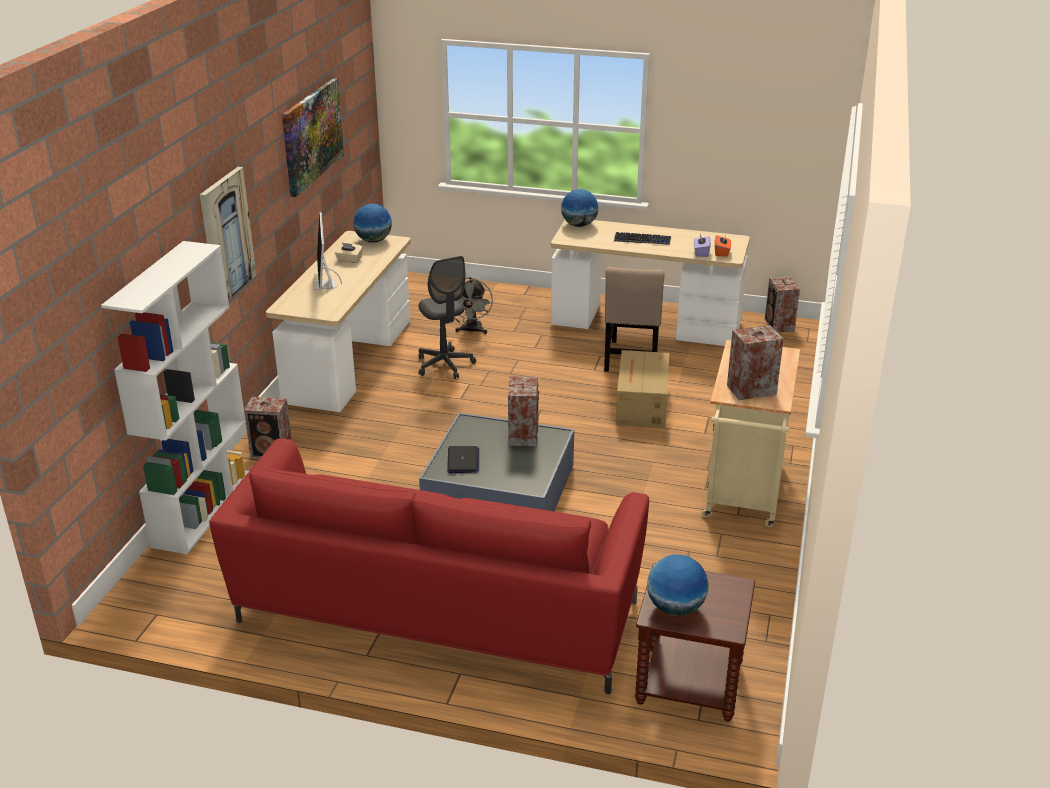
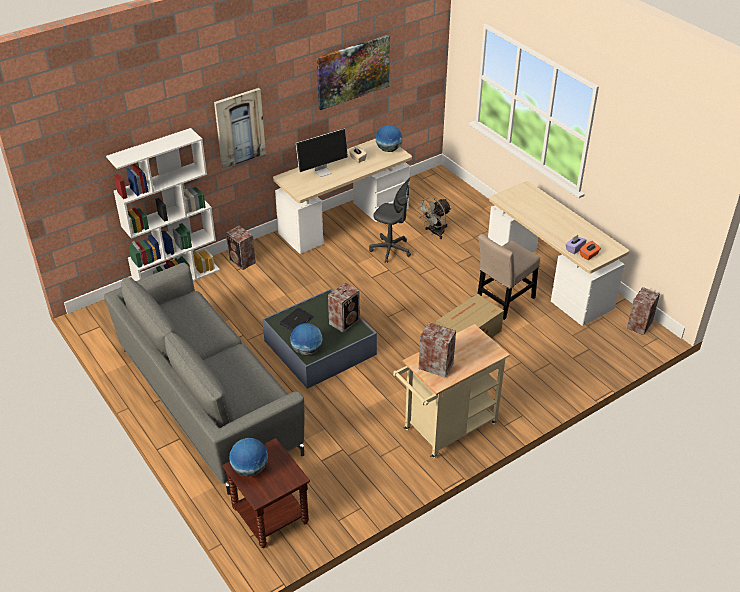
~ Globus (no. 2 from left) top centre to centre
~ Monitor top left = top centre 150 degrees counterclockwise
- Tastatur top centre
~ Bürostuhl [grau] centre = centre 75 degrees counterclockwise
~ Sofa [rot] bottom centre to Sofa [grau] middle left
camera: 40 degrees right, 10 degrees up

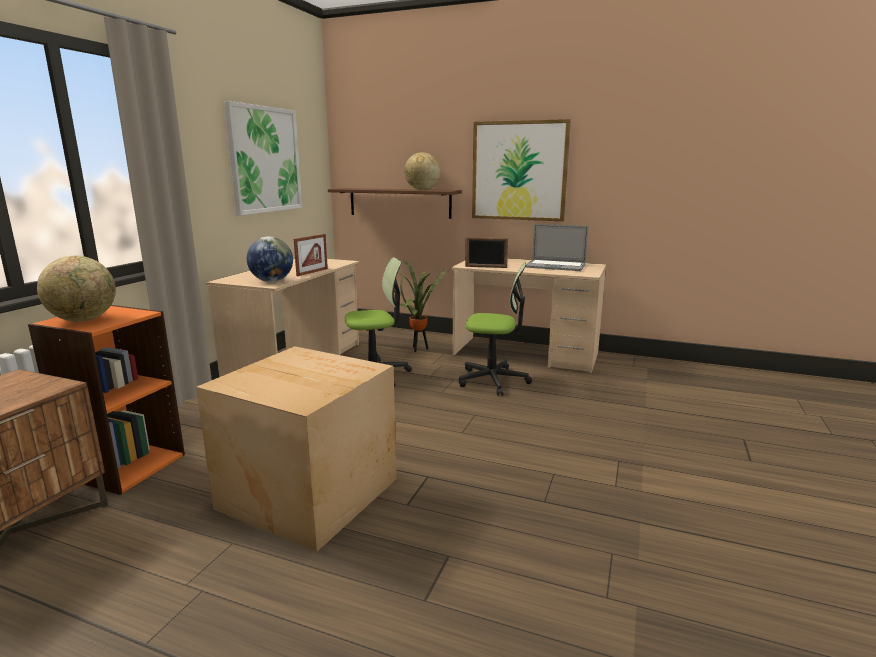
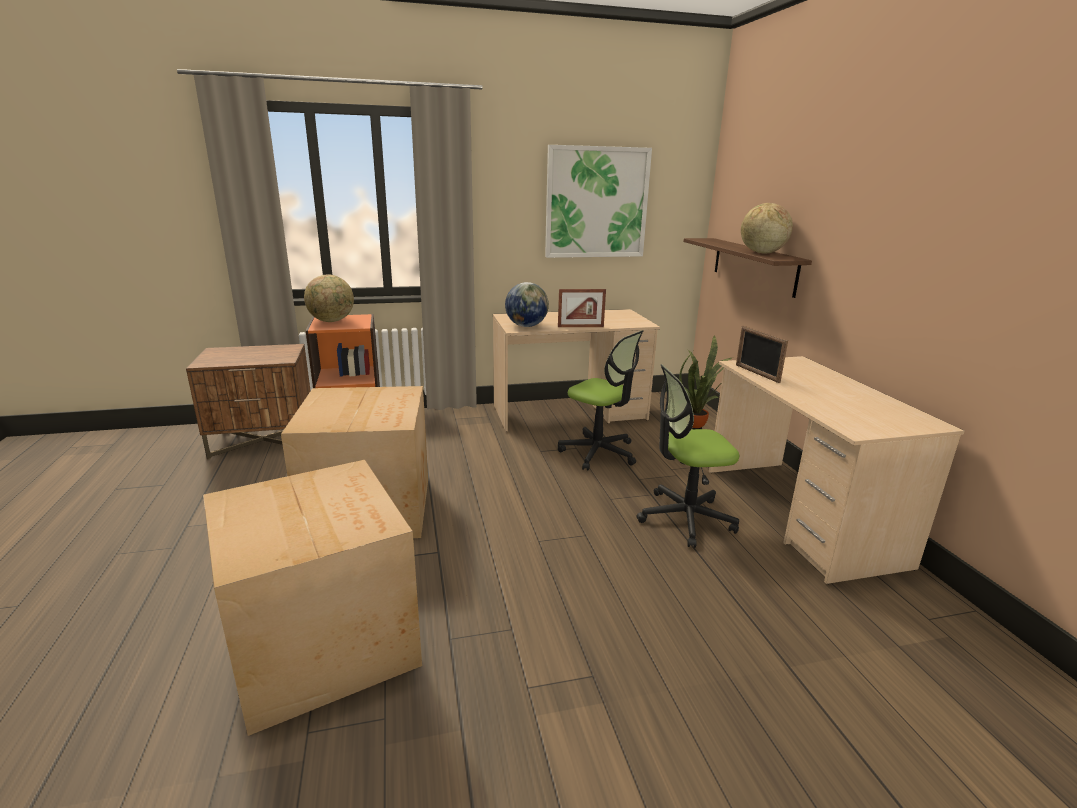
- Bild (no. 2 from left) top centre
- Laptop centre
~ Bürostuhl (no. 2 from left) centre = centre 105 degrees clockwise
+ Karton (no. 1 from left) bottom left
camera: 55 degrees right, 5 degrees up

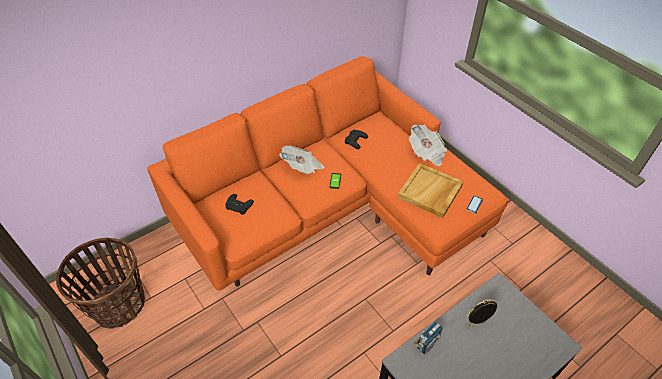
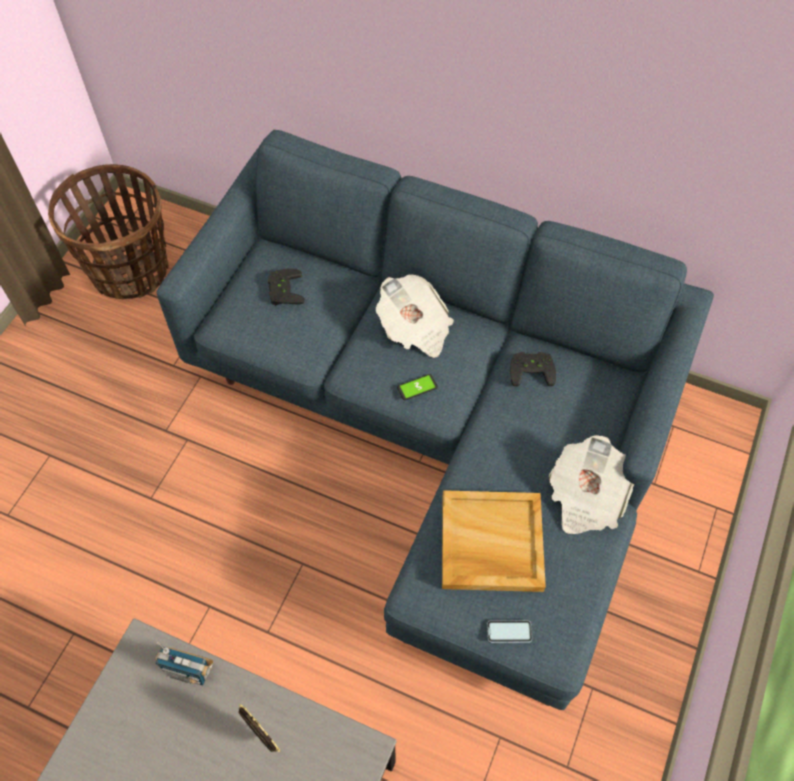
~ Sofa [orange] centre to Sofa [blau] centre
camera: 60 degrees right, 10 degrees up

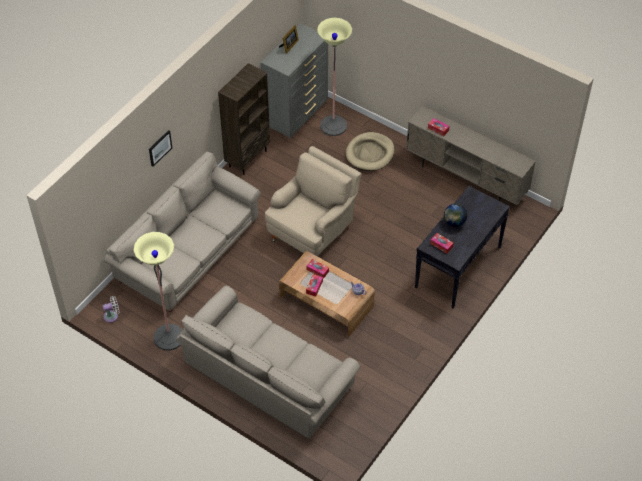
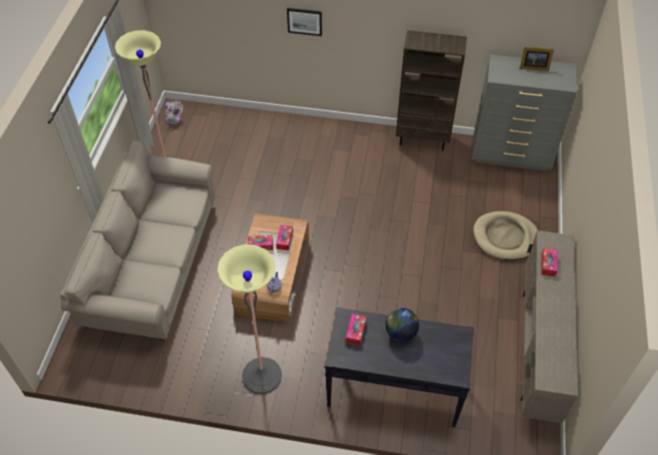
~ Stehlampe (no. 2 from left) top centre to bottom centre
- Sessel [beige] centre
- Sofa [beige] (no. 1 from left) middle left
camera: 65 degrees right, 0 degrees up

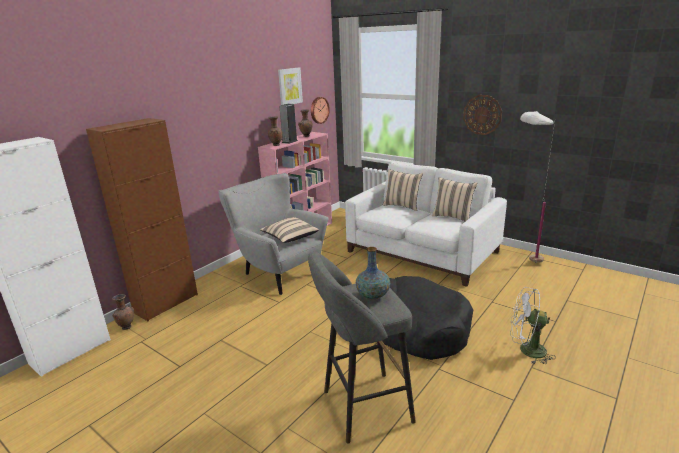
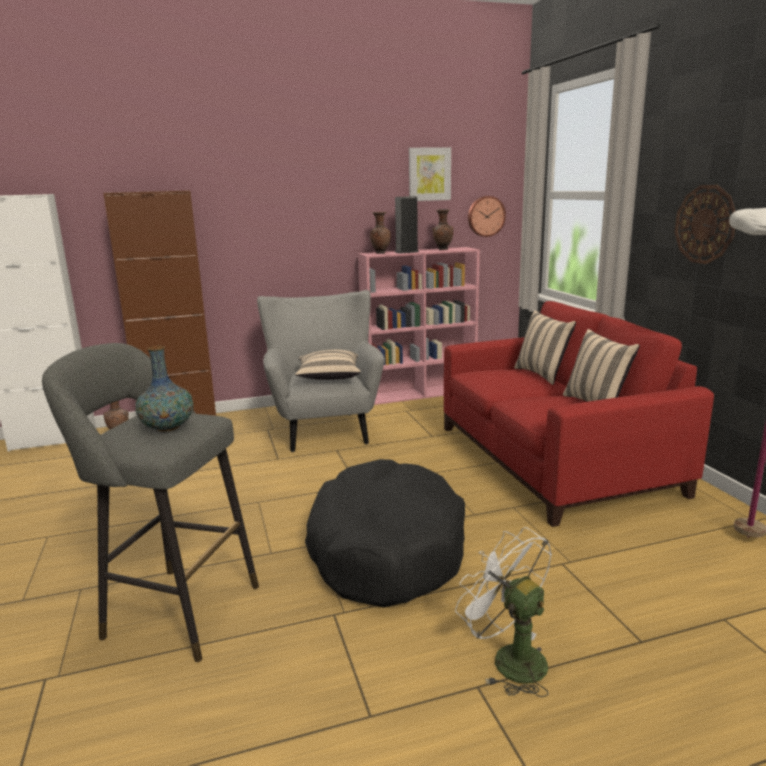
~ Sofa [weiß] centre to Sofa [rot] middle right
camera: 35 degrees right, 5 degrees down

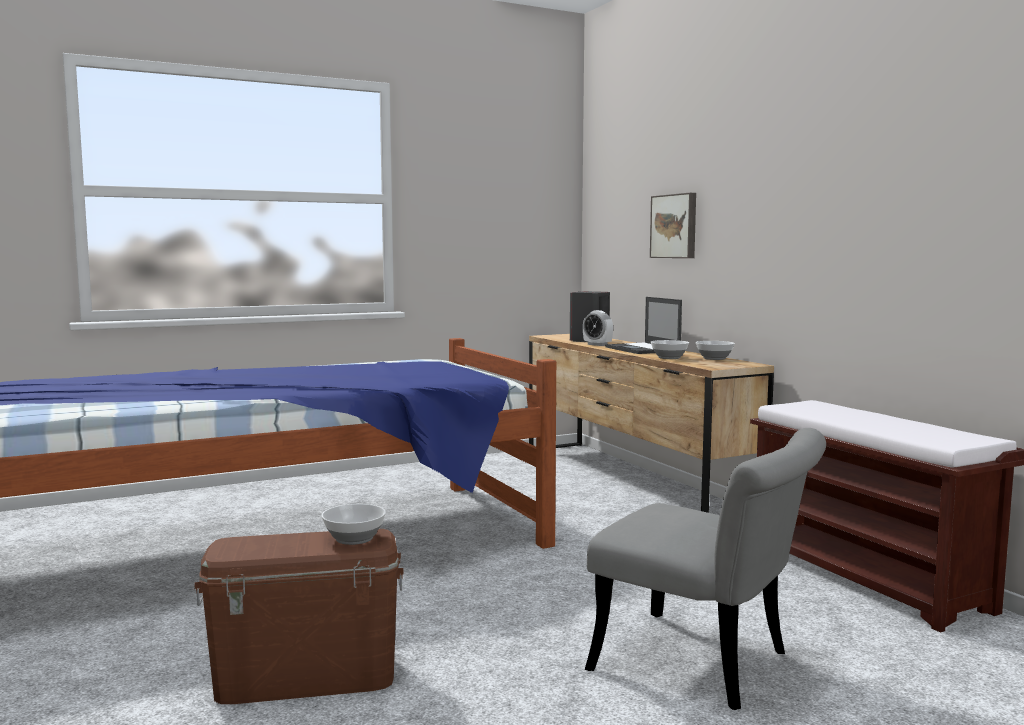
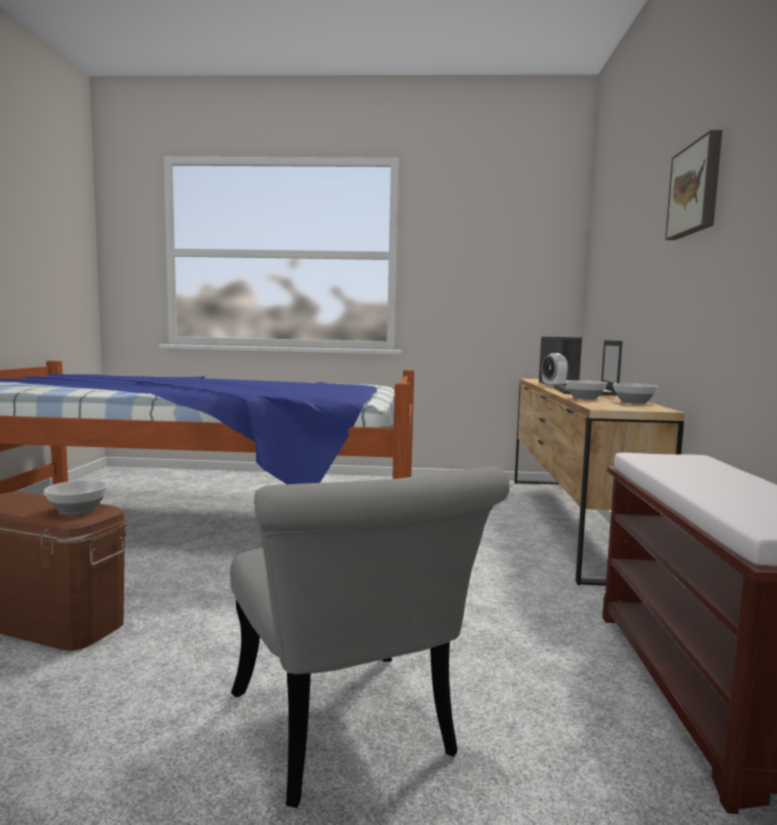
~ Bild top centre to top right
camera: 30 degrees right, 0 degrees up

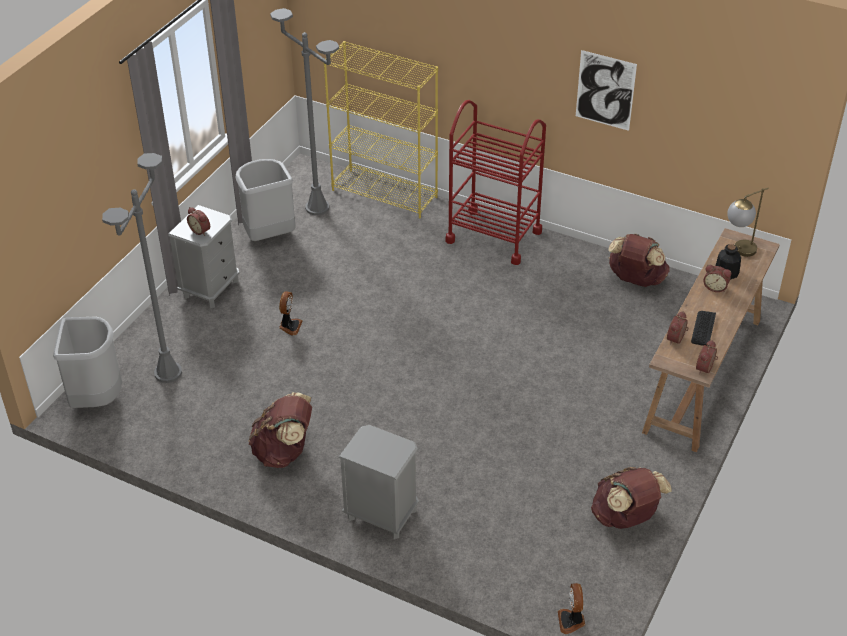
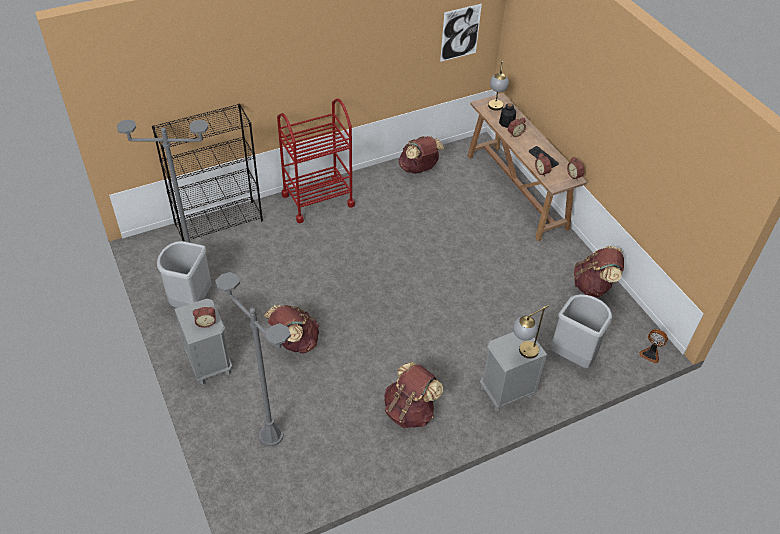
~ Bücherregal [gelb] top centre to Bücherregal [schwarz] top left
~ Bild top right to top centre
~ Ventilator (no. 1 from left) centre to Rucksack [braun] (no. 1 from left) centre
~ Mülleimer [grau] (no. 1 from left in the first image) middle left to Mülleimer [grau] (no. 2 from left) middle right
+ Tischlampe (no. 2 from left) middle right
camera: 55 degrees left, 5 degrees up

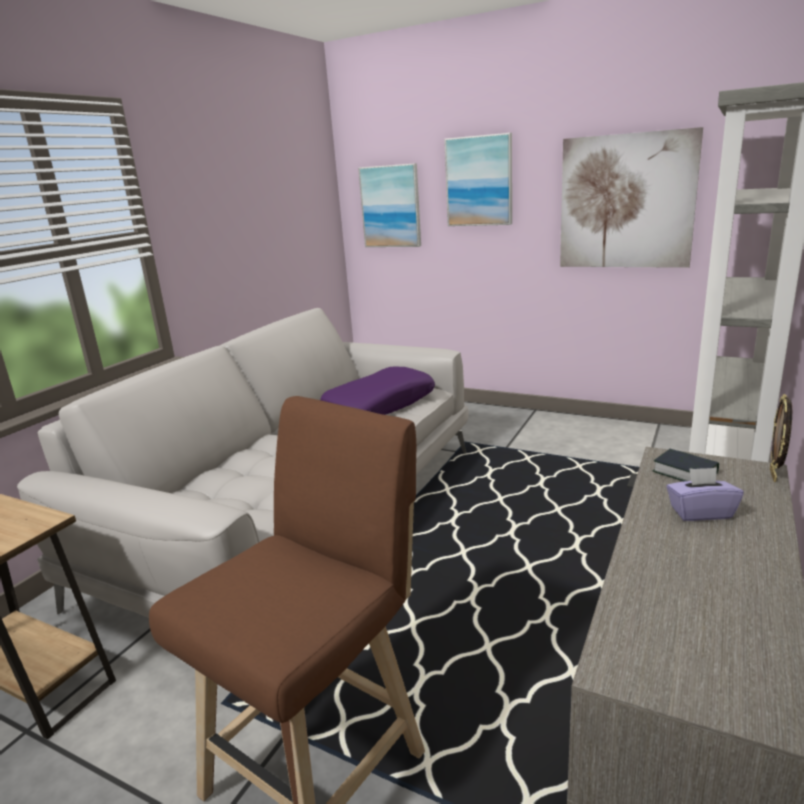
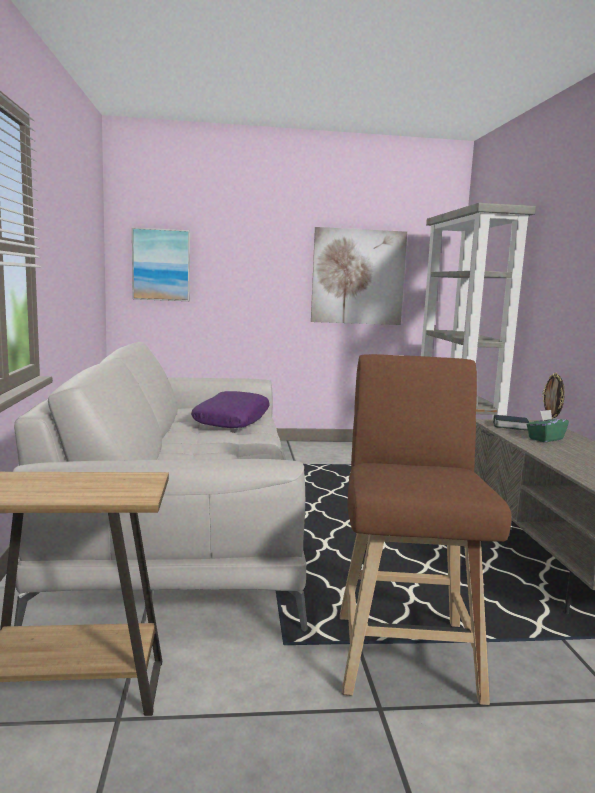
- Bild (no. 2 from left) top centre
~ Taschentuchbox [lila] middle right to Taschentuchbox [grün] middle right
camera: 35 degrees left, 10 degrees down

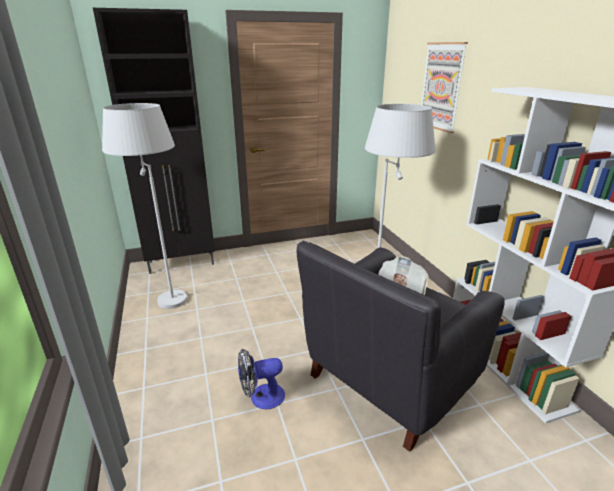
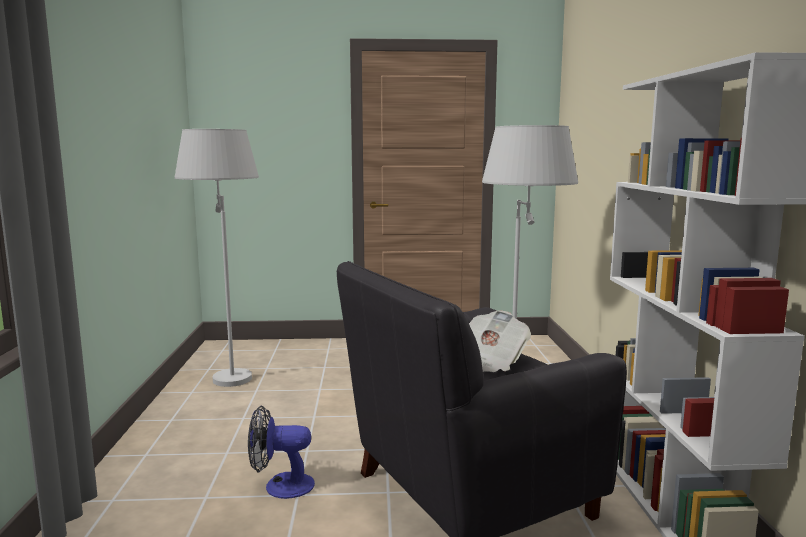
- Schrank [schwarz] top left
- Bild top right
camera: 15 degrees right, 15 degrees down

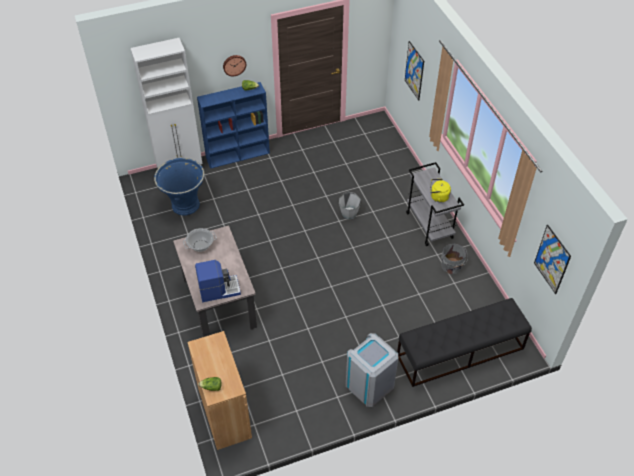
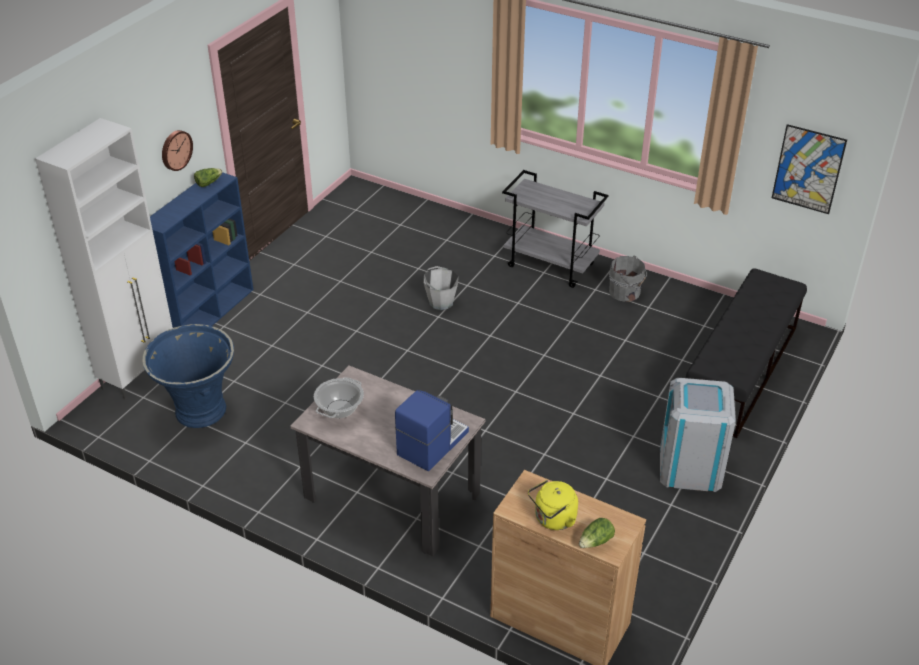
- Bild (no. 1 from left) top centre
~ Wasserkessel [gelb] middle right to bottom centre
camera: 40 degrees left, 10 degrees down

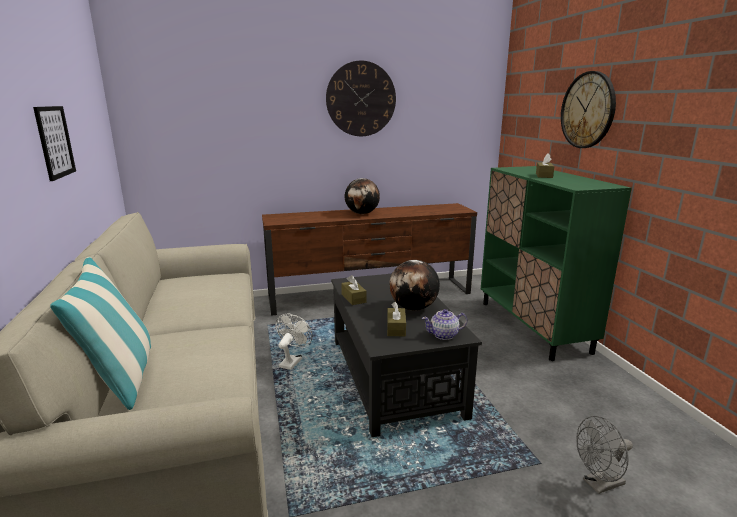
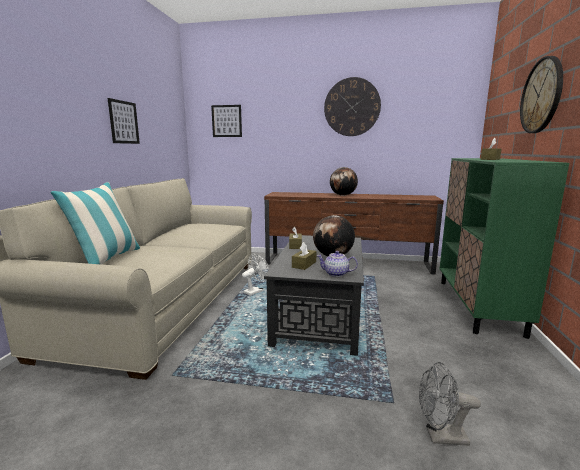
+ Bild (no. 2 from left) top centre
camera: 25 degrees right, 5 degrees down

